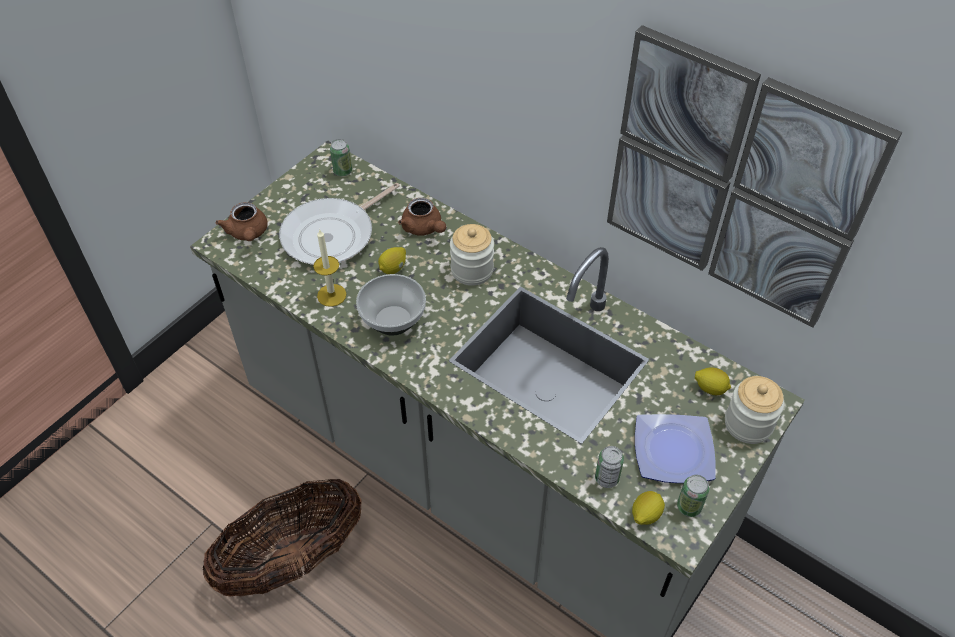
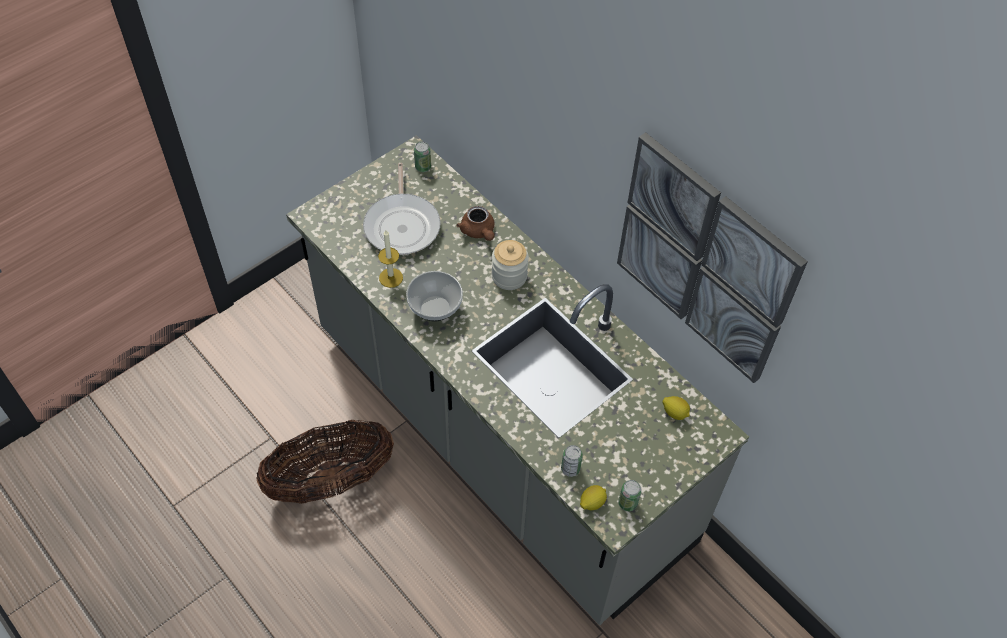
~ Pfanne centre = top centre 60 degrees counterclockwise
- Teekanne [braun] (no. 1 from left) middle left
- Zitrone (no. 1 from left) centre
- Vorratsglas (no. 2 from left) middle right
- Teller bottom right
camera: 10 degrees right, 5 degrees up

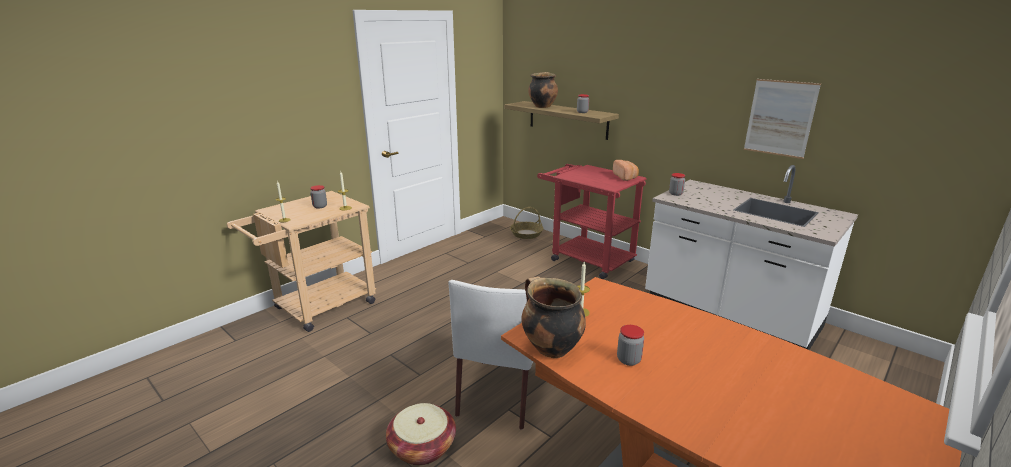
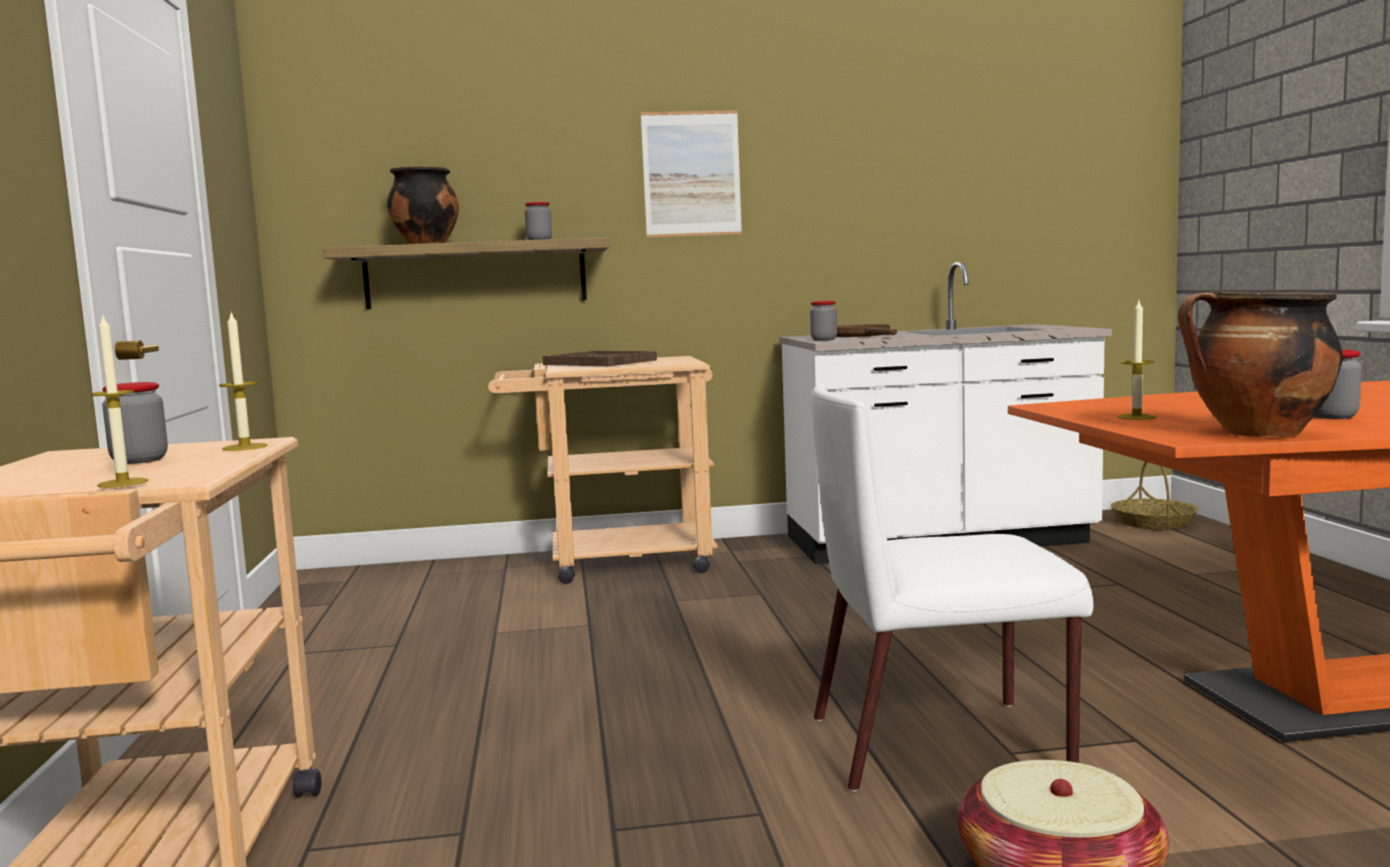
~ Bild top right to top centre
- Brot centre
~ Rollwagen [rot] centre to Rollwagen [beige] (no. 2 from left) centre
~ Korb (no. 2 from left) centre to middle right
~ Stuhl [weiß] bottom centre = bottom right 120 degrees clockwise
+ Pfanne [braun] centre
+ Tablett [braun] centre
camera: 50 degrees left, 15 degrees down

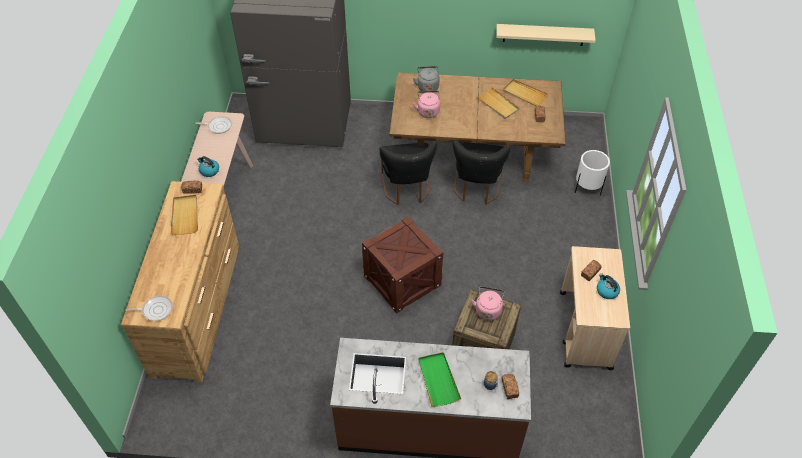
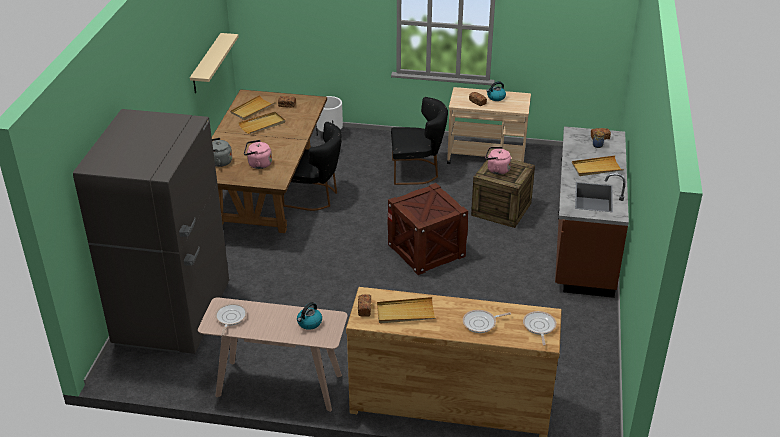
~ Stuhl [schwarz] (no. 1 from left in the first image) centre to Stuhl [schwarz] (no. 2 from left) top centre
~ Tablett [grün] bottom centre to Tablett [beige] (no. 4 from left) middle right
+ Pfanne (no. 2 from left) bottom centre
camera: 85 degrees left, 15 degrees down

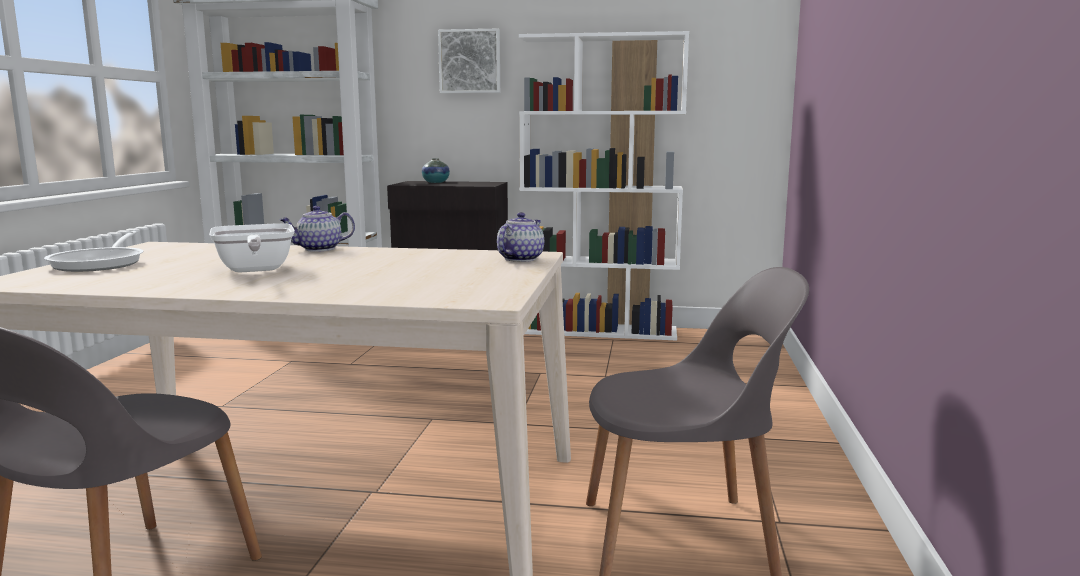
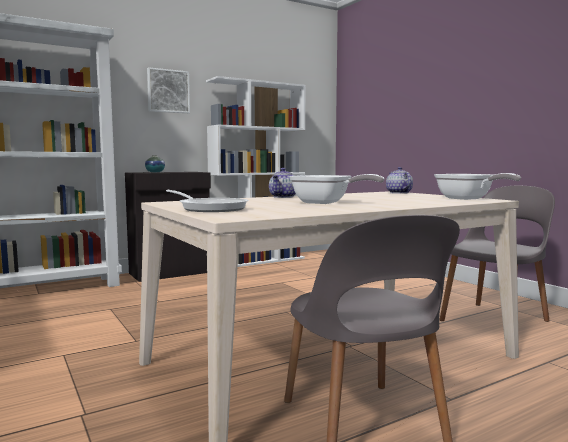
+ Pfanne (no. 3 from left) middle right
camera: 40 degrees left, 5 degrees down

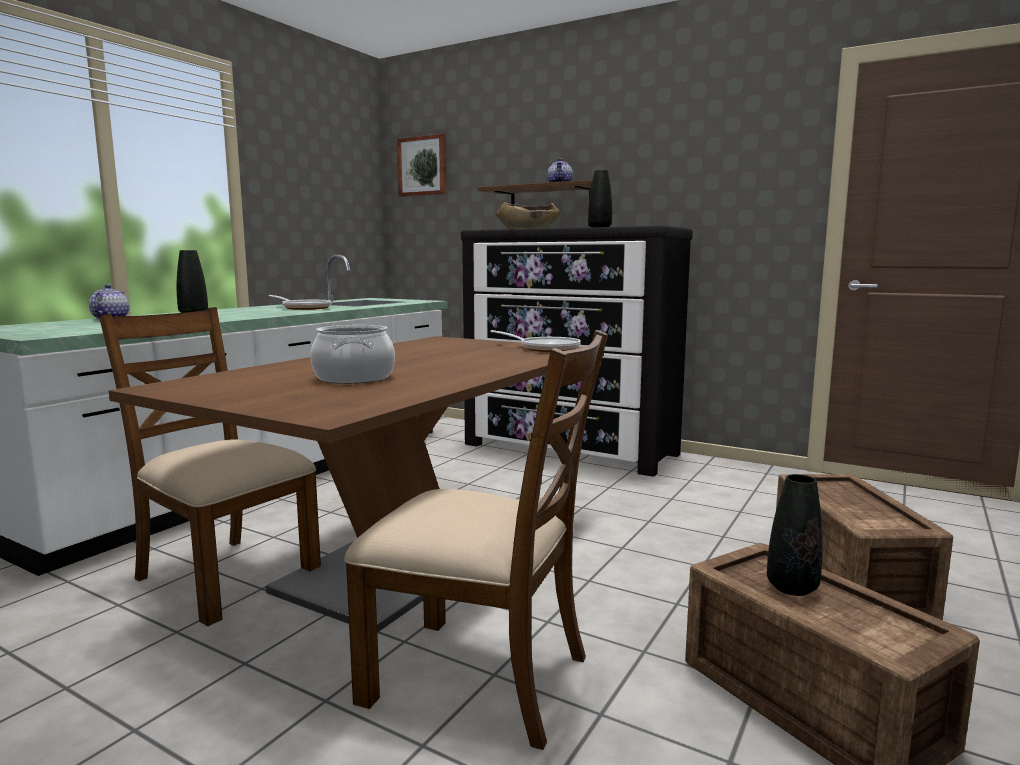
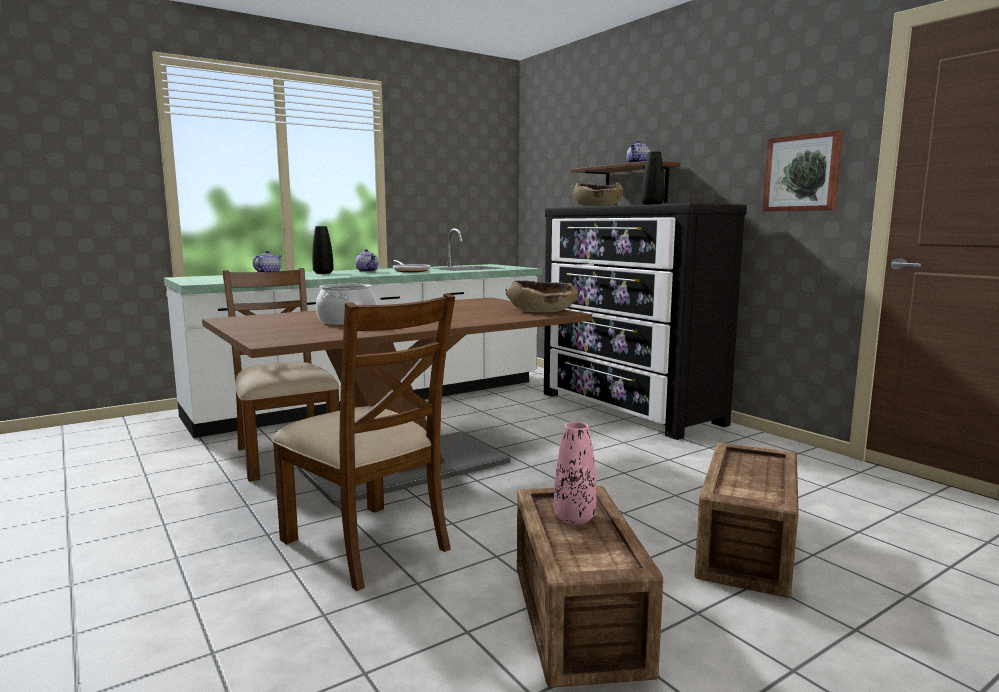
~ Bild top centre to top right
~ Pfanne (no. 2 from left) centre to Schüssel [braun] (no. 1 from left) centre
~ Vase [schwarz] (no. 3 from left) bottom right to Vase [rosa] bottom centre
+ Teekanne (no. 2 from left) centre
camera: 25 degrees right, 0 degrees up

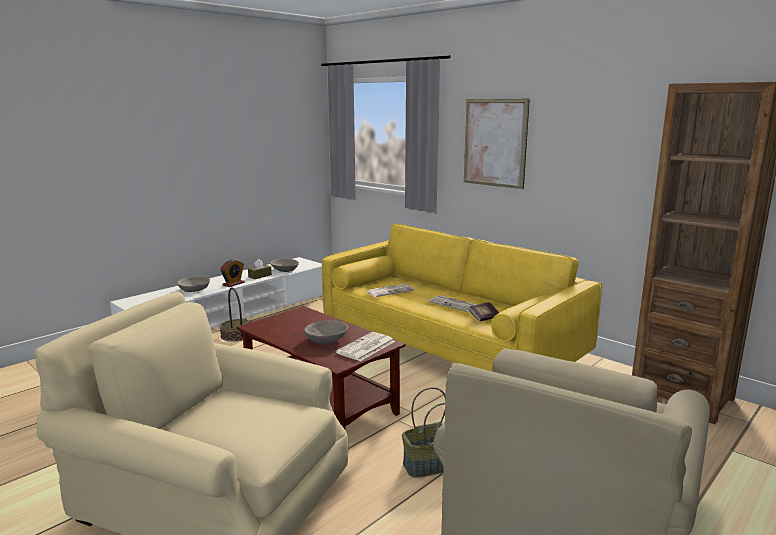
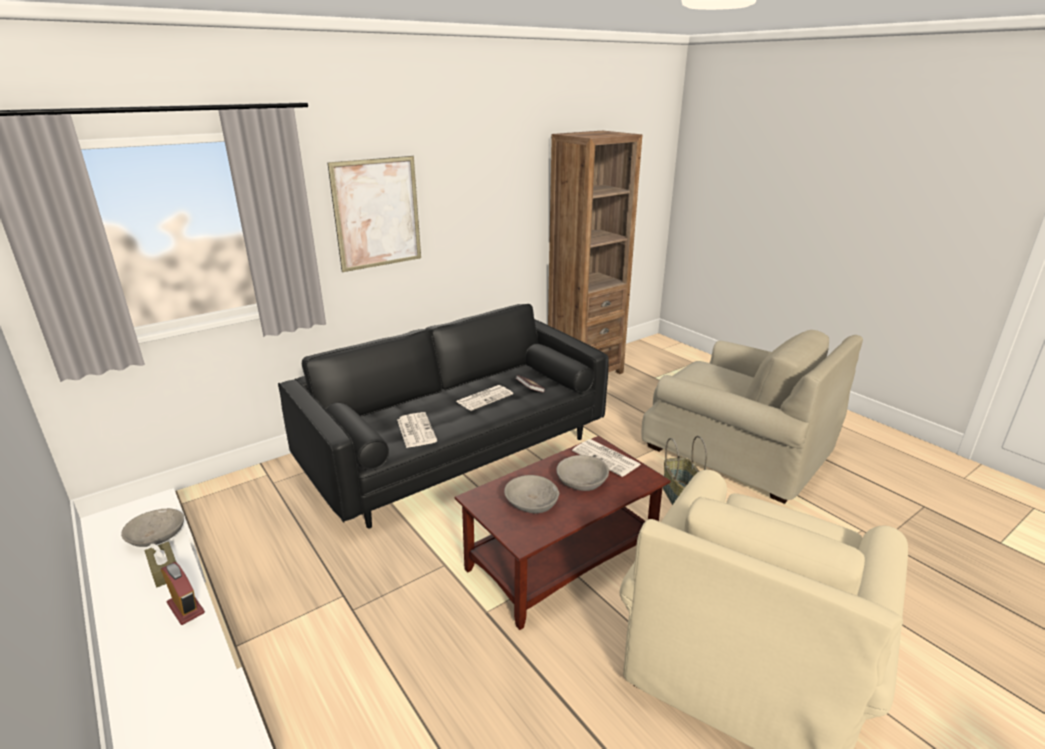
~ Sofa [gelb] centre to Sofa [schwarz] centre
~ Schüssel [grau] (no. 1 from left in the first image) middle left to Schüssel [grau] (no. 2 from left) centre
- Korb (no. 1 from left) middle left
camera: 80 degrees left, 10 degrees up

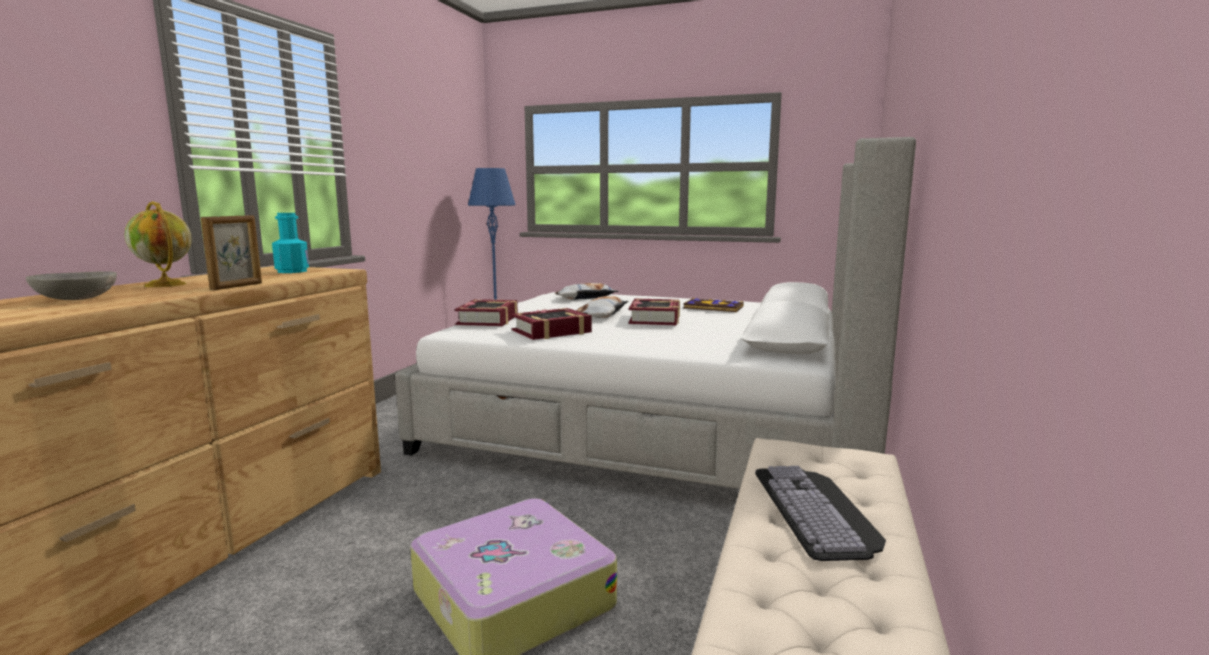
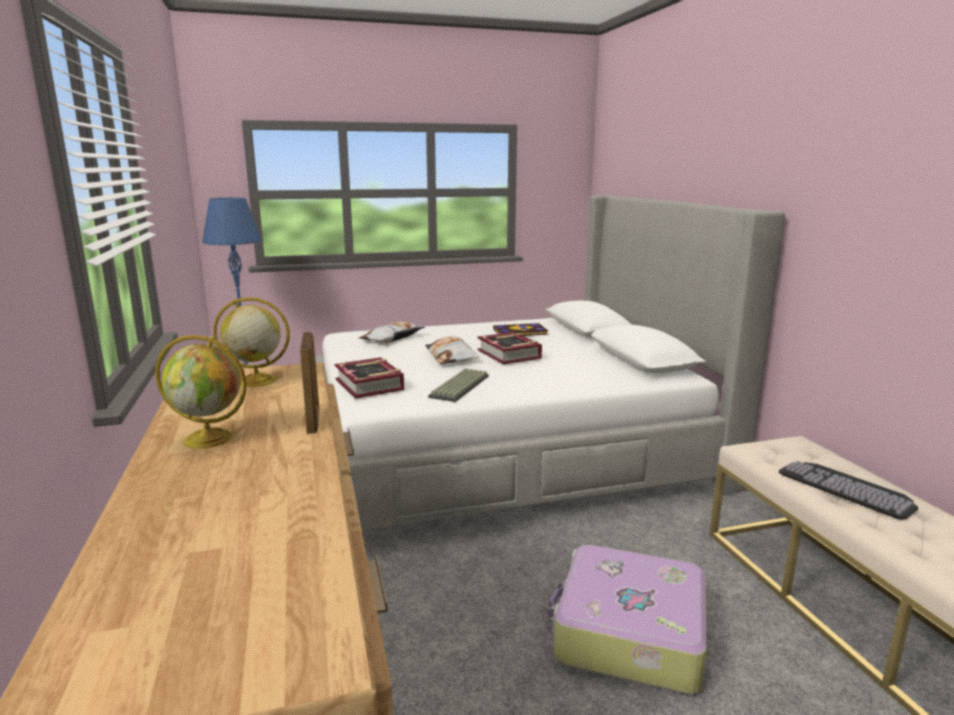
~ Flasche [türkis] middle left to Globus (no. 2 from left) middle left
- Schüssel [grau] middle left
~ Buch (no. 2 from left) centre to Tastatur (no. 1 from left) centre
camera: 35 degrees left, 5 degrees up

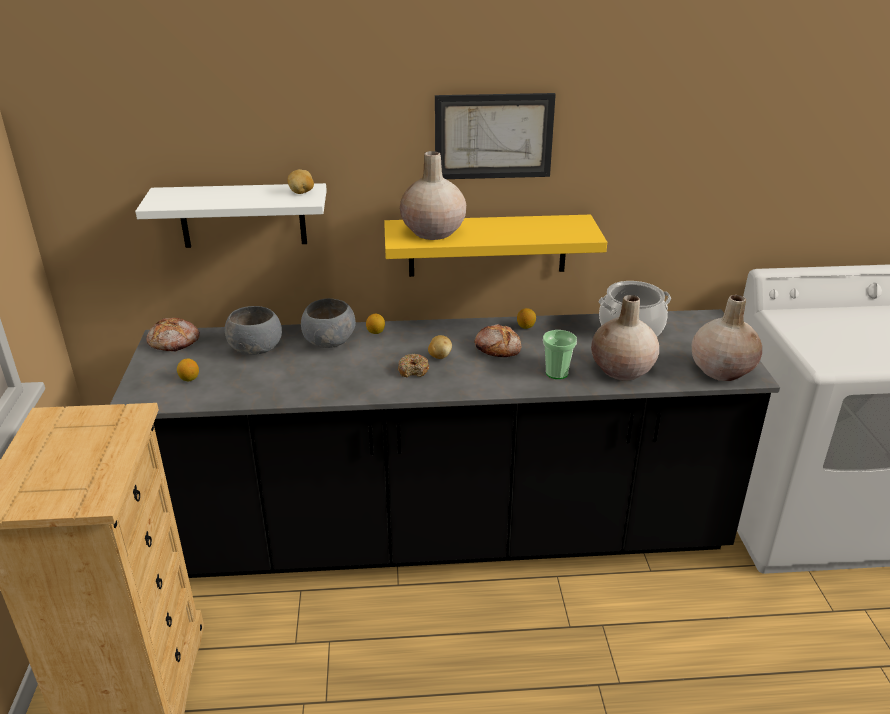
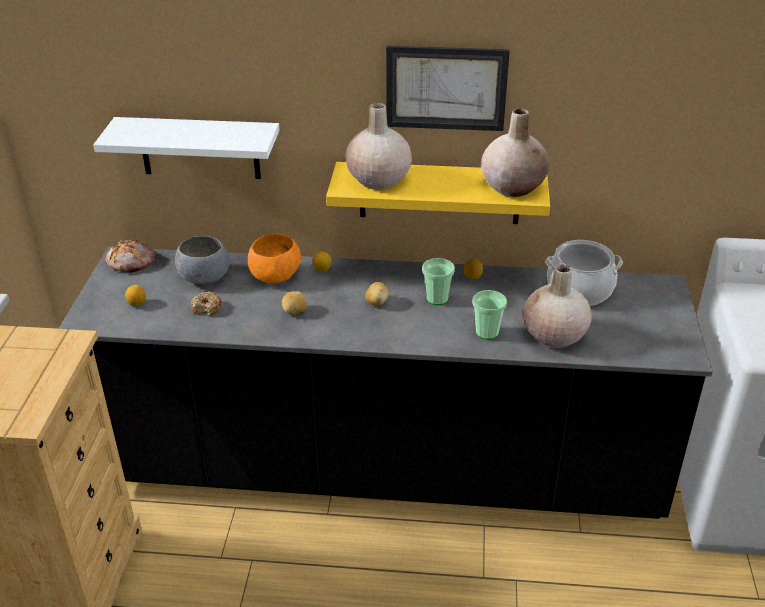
~ Kartoffel (no. 1 from left) top centre to centre
~ Vase [beige] (no. 3 from left in the first image) middle right to Vase [beige] (no. 2 from left) top right
~ Schüssel [grau] (no. 2 from left) centre to Schüssel [orange] centre
~ Brot (no. 2 from left) centre to Tasse (no. 1 from left) centre
~ Donut centre to middle left
camera: 10 degrees right, 5 degrees up

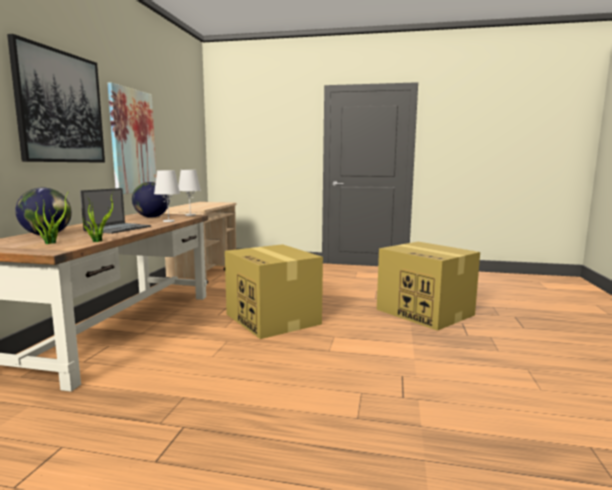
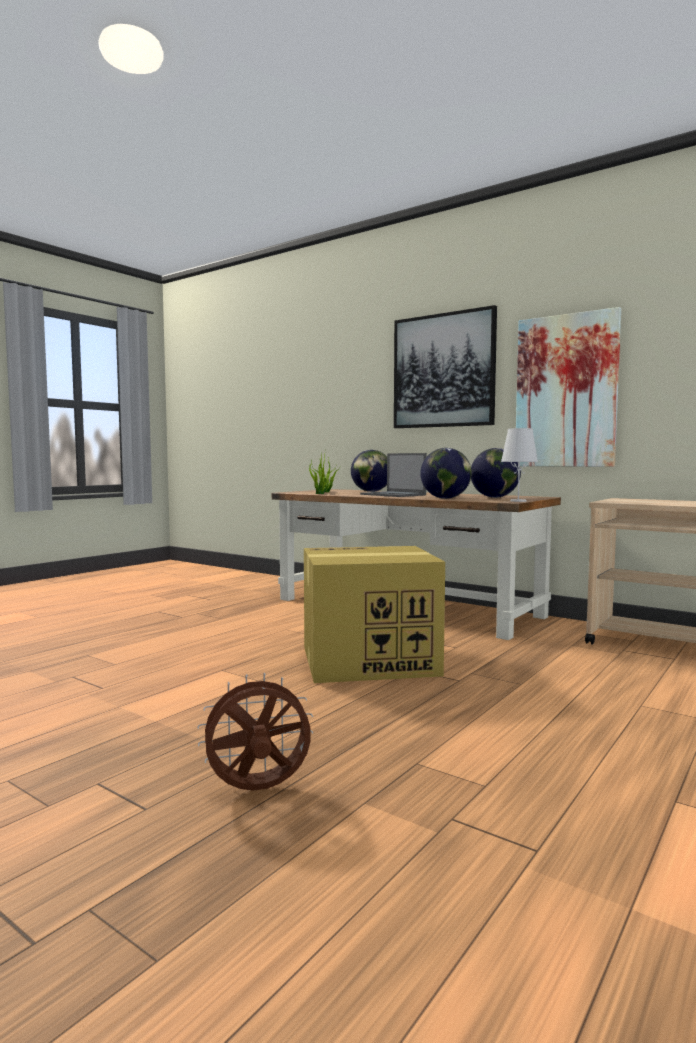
~ Tischlampe [weiß] (no. 1 from left) middle left to Globus (no. 2 from left) centre
~ Karton (no. 2 from left) middle right to Ventilator [braun] bottom centre
camera: 115 degrees right, 5 degrees down

